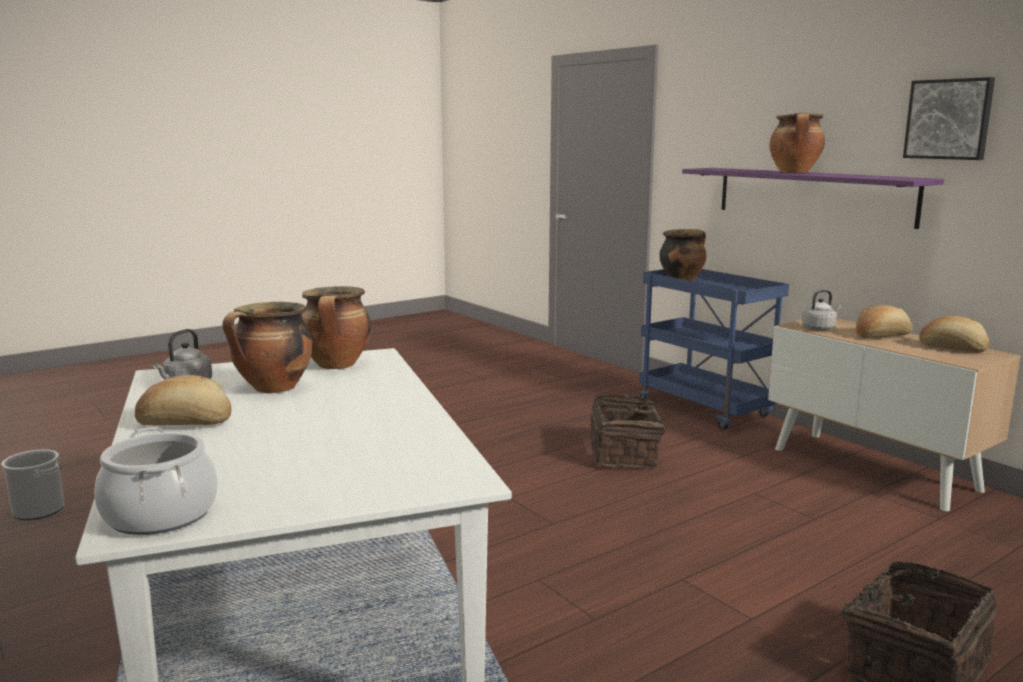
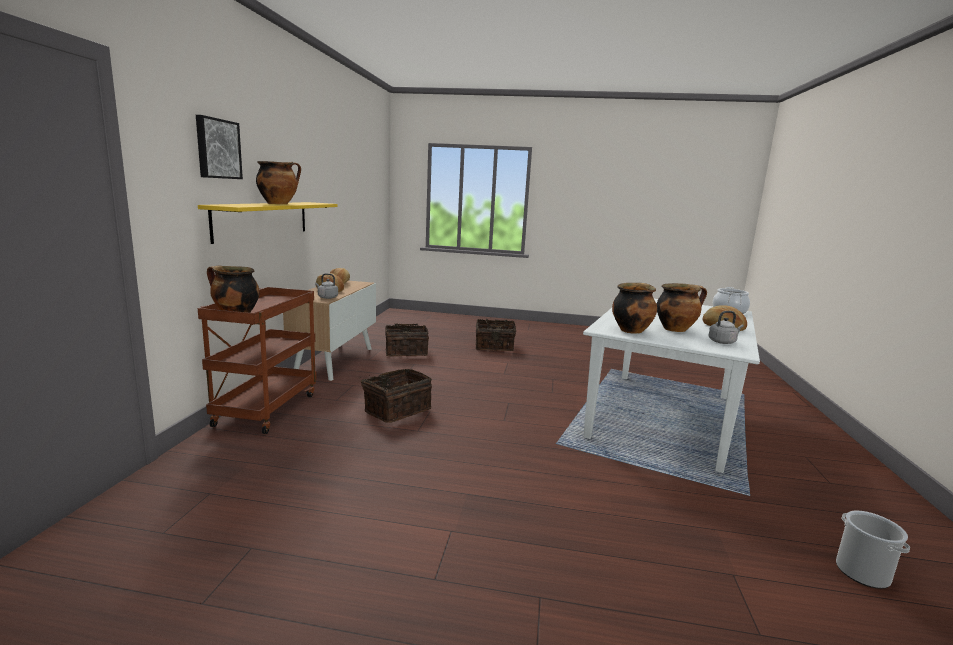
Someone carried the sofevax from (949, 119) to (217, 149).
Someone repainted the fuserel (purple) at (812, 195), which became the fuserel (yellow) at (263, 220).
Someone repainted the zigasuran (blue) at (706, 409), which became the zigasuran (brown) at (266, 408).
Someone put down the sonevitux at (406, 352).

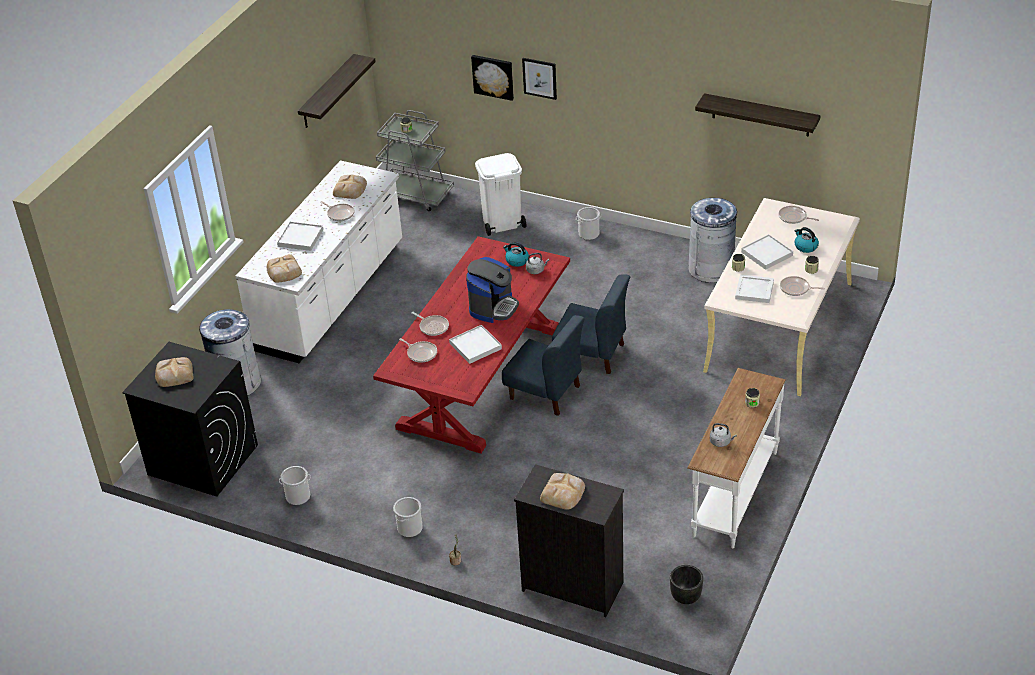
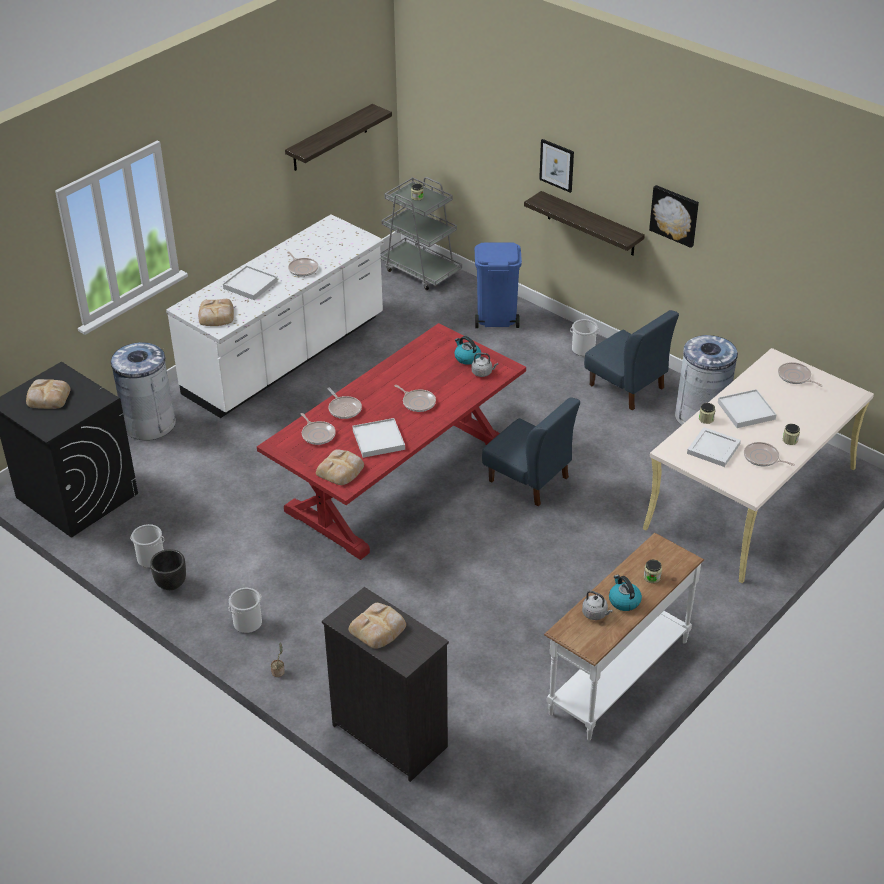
Someone carried the sofevax from (493, 76) to (675, 215).
Someone carried the fuserel from (760, 115) to (591, 224).
Someone repainted the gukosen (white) at (501, 223), which became the gukosen (blue) at (496, 318).
Someone carried the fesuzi from (350, 189) to (341, 470).
Someone carried the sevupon from (805, 246) to (624, 601).
Someone swapped the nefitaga at (493, 307) for the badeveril at (417, 402).
Someone carried the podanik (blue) from (545, 392) to (627, 387).
Someone carried the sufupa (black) from (685, 597) to (171, 583).

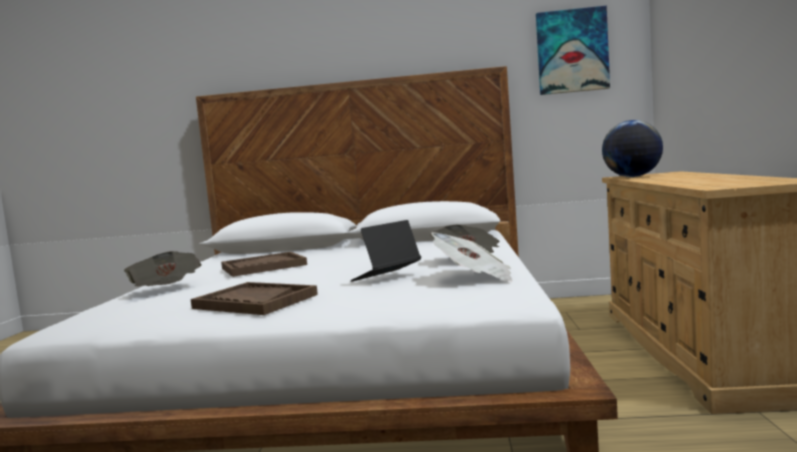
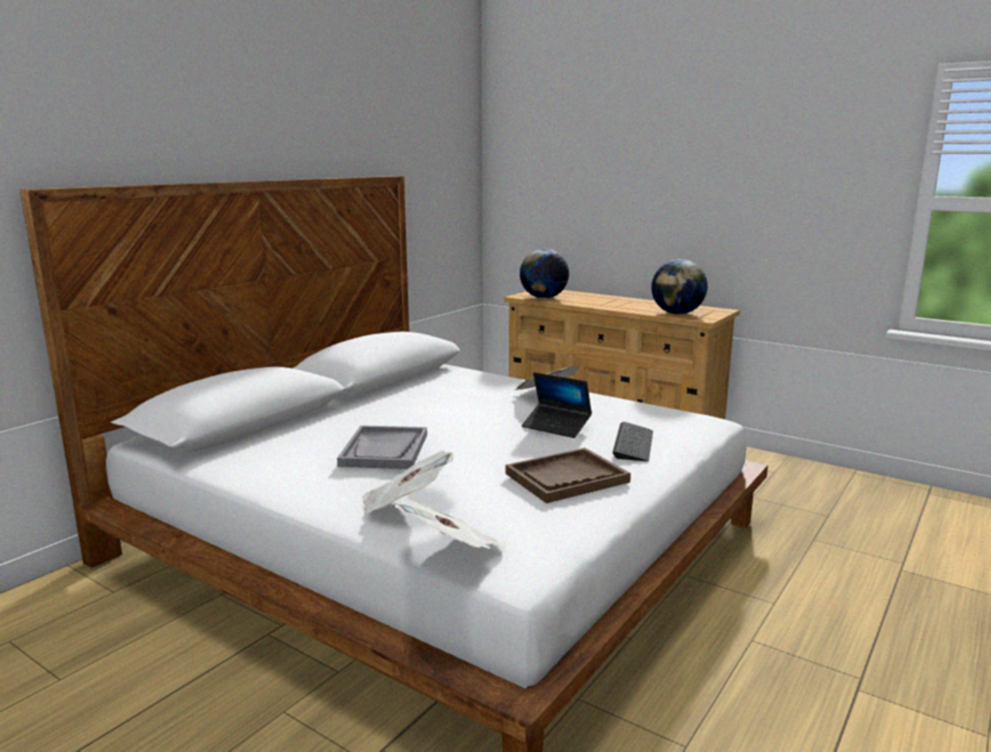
Someone took away the sofevax at (572, 51).
Someone rotated the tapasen at (386, 277) by 45 degrees counterclockwise.
Someone carried the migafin from (475, 278) to (451, 551).
Someone repainted the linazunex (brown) at (263, 267), which became the linazunex (grey) at (384, 450).
Someone put down the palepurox at (677, 313).
Someone put down the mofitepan at (633, 444).

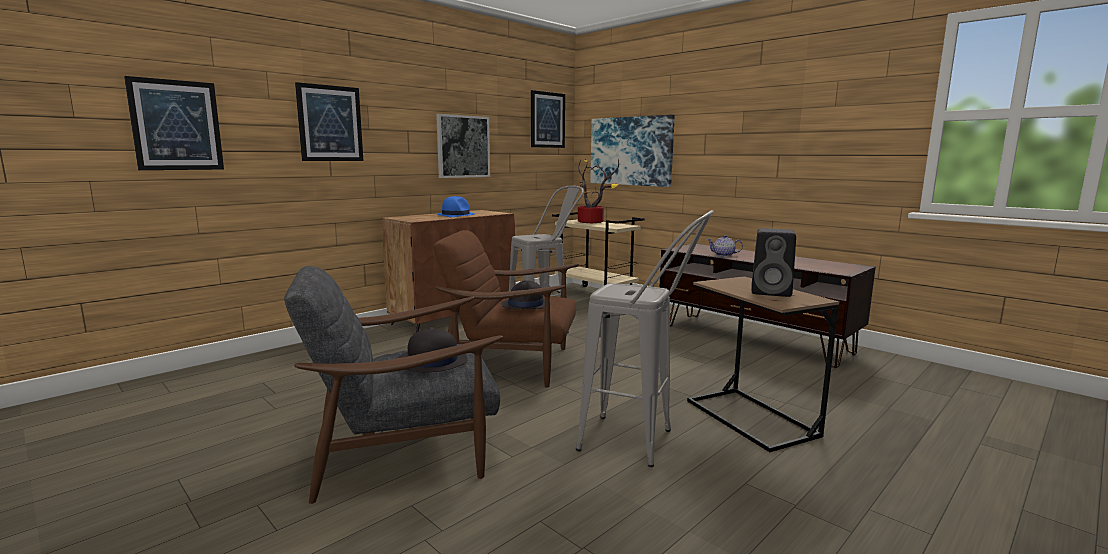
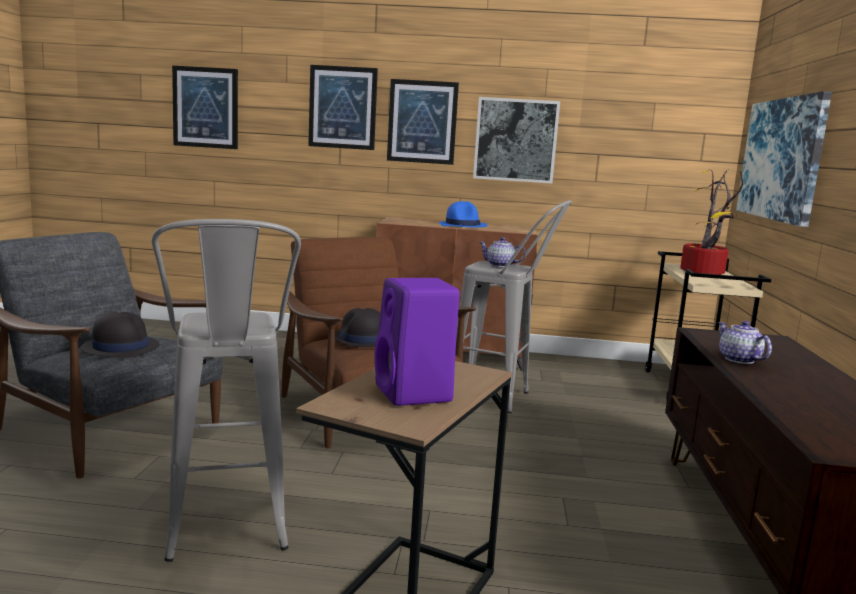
Someone carried the sofevax from (547, 120) to (422, 122).
Someone repainted the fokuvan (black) at (772, 292), which became the fokuvan (purple) at (414, 394).
Someone put down the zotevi at (500, 265).

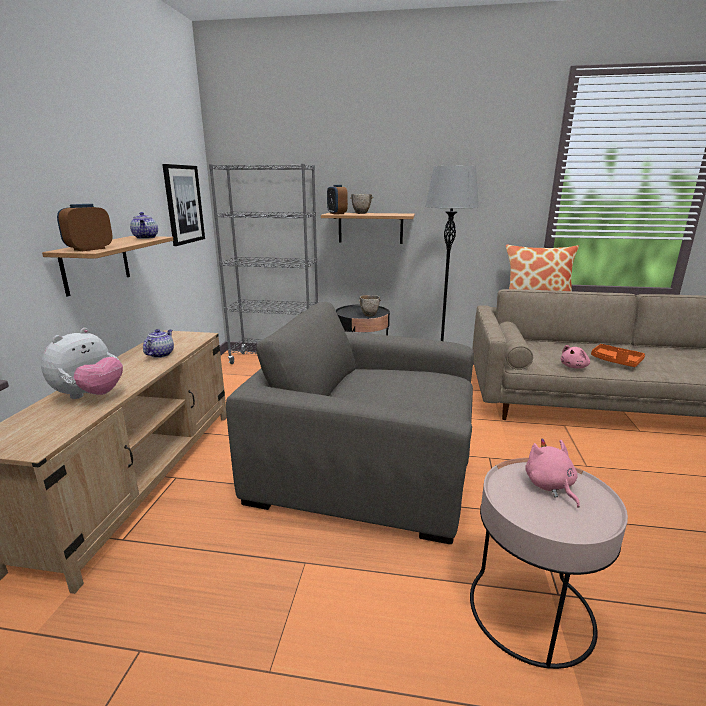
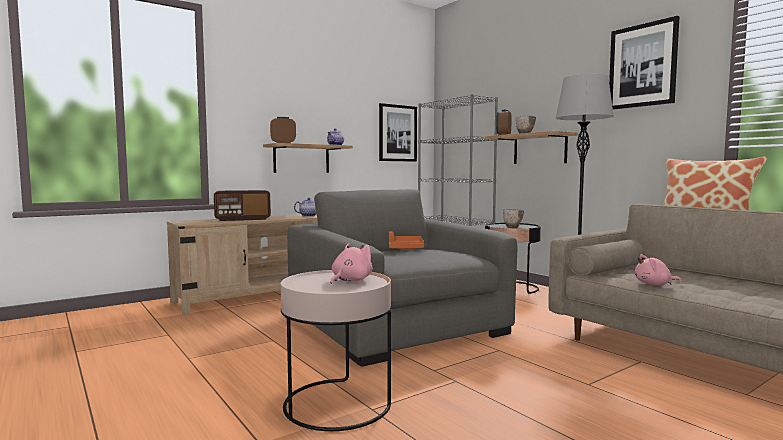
Someone swapped the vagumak at (90, 396) for the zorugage at (243, 219).
Someone carried the linazunex (orange) from (615, 361) to (405, 249).
Someone put up the sofevax at (642, 65).

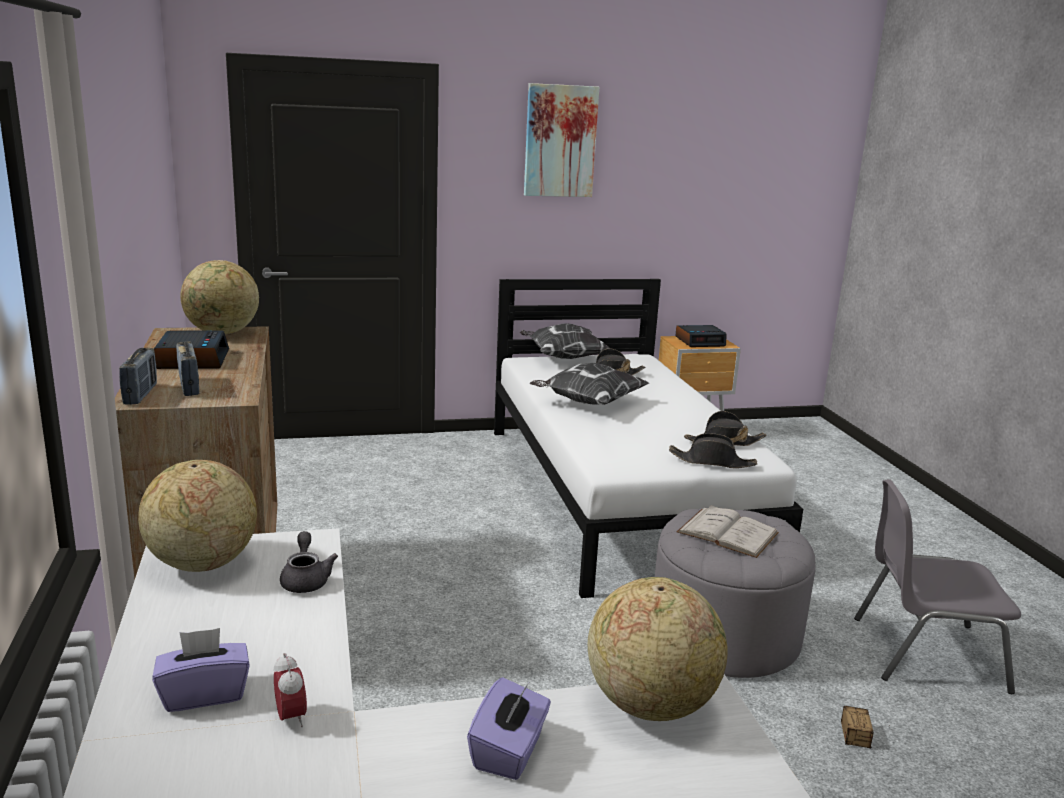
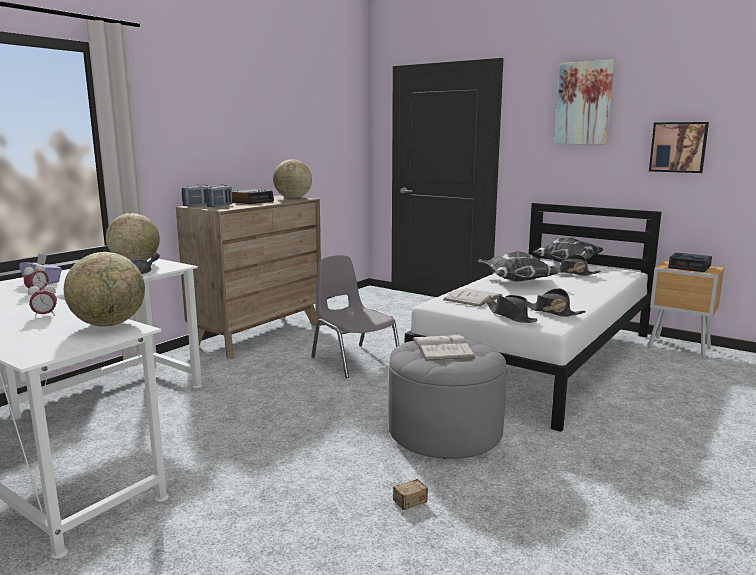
Someone carried the podanik (grey) from (925, 652) to (354, 360).
Someone swapped the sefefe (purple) at (509, 751) for the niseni at (45, 315).
Someone put up the sofevax at (678, 147).
Someone put down the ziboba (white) at (473, 298).

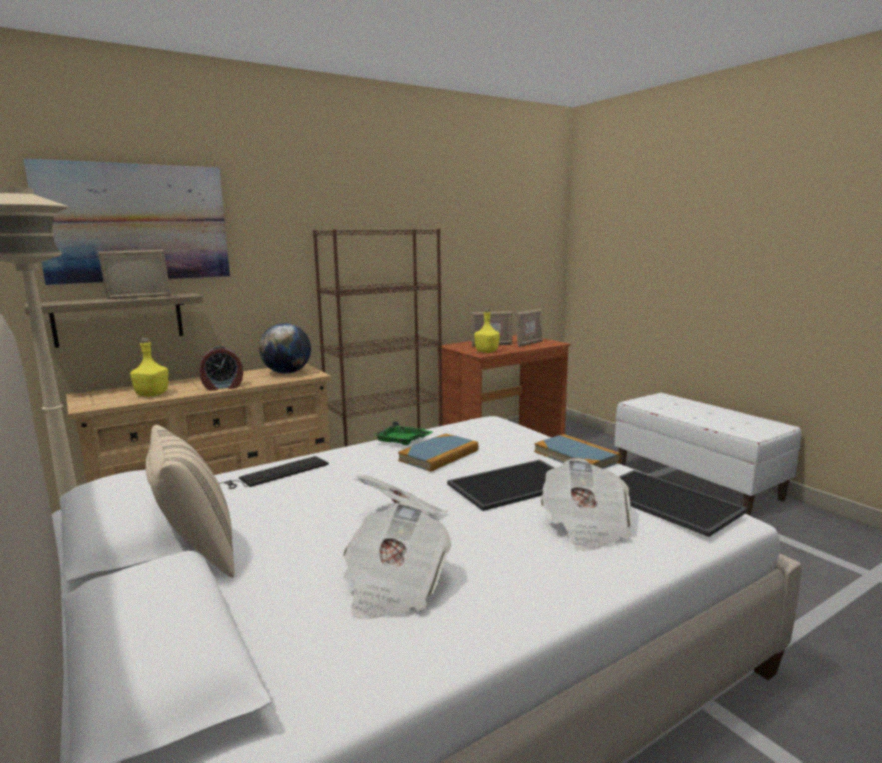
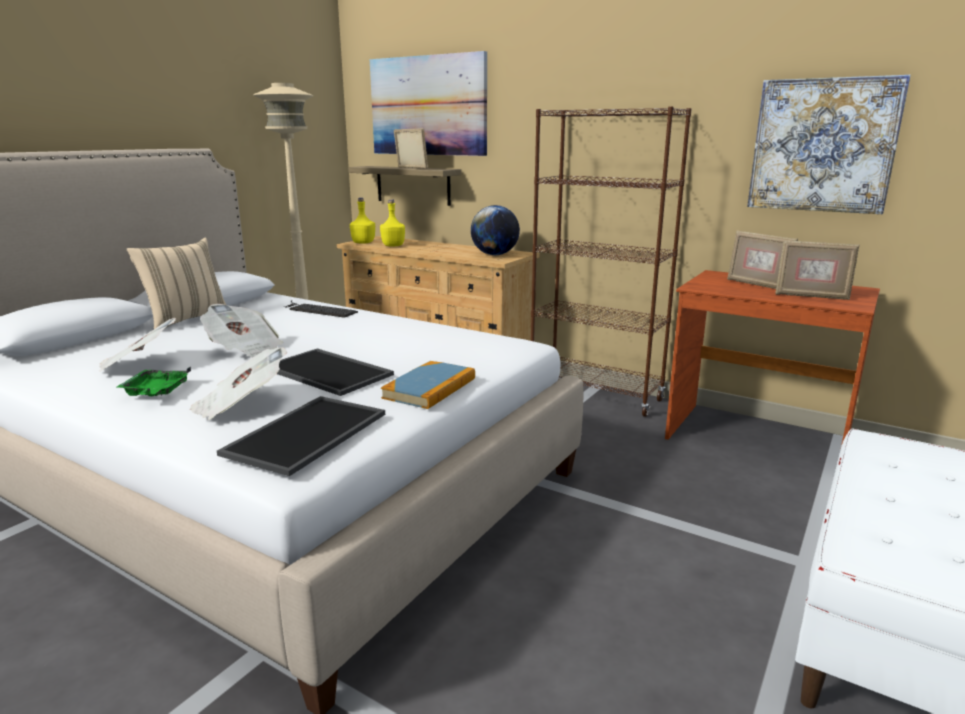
Someone carried the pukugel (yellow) from (486, 351) to (363, 242).
Someone took away the niseni at (223, 387).
Someone carried the linazunex (green) from (402, 441) to (156, 392).
Someone took away the ziboba at (439, 455).
Someone put up the sofevax at (823, 145).

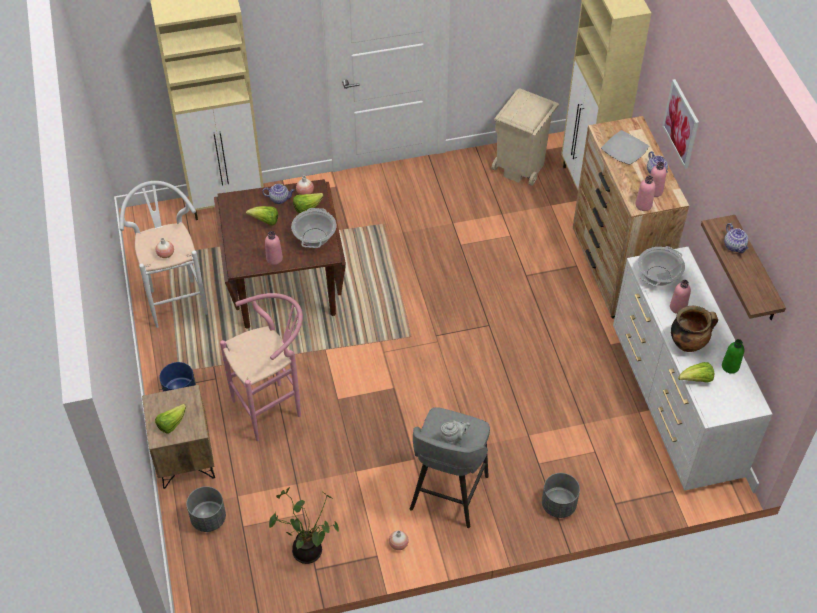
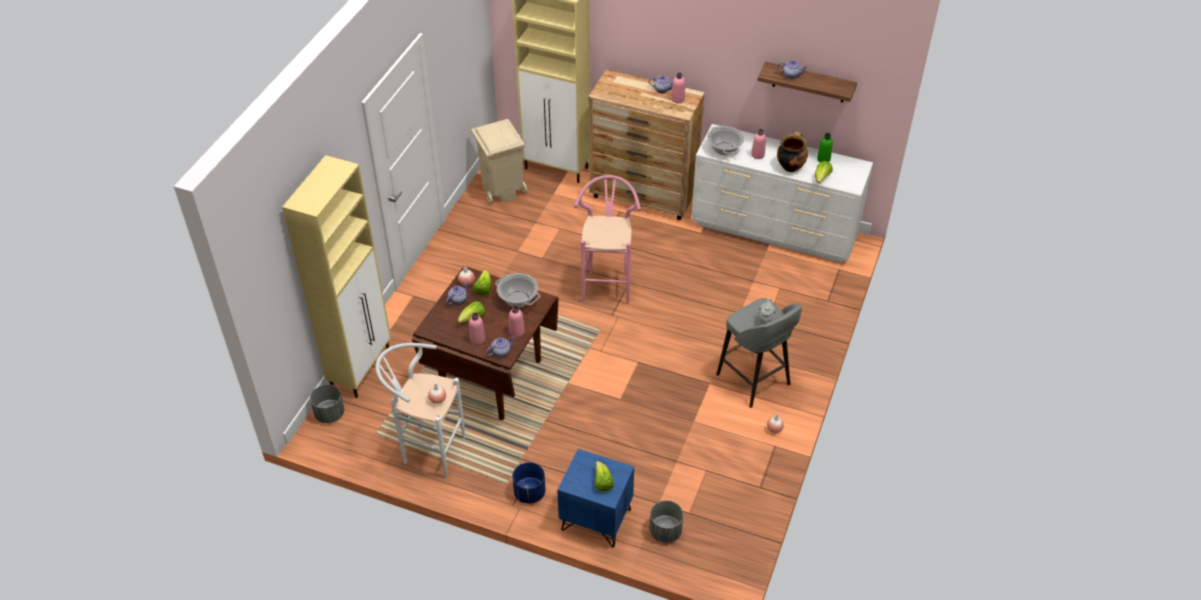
Someone took away the sofevax at (681, 123).
Someone took away the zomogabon at (624, 149).
Someone carried the pukugel (pink) from (643, 205) to (477, 339).
Someone carried the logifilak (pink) from (273, 407) to (607, 283).
Someone repainted the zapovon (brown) at (184, 458), which became the zapovon (blue) at (595, 520).
Someone carried the sufupa (grey) from (558, 505) to (329, 414).
Someone took away the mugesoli at (308, 549).
Someone put down the zotevi at (501, 352).

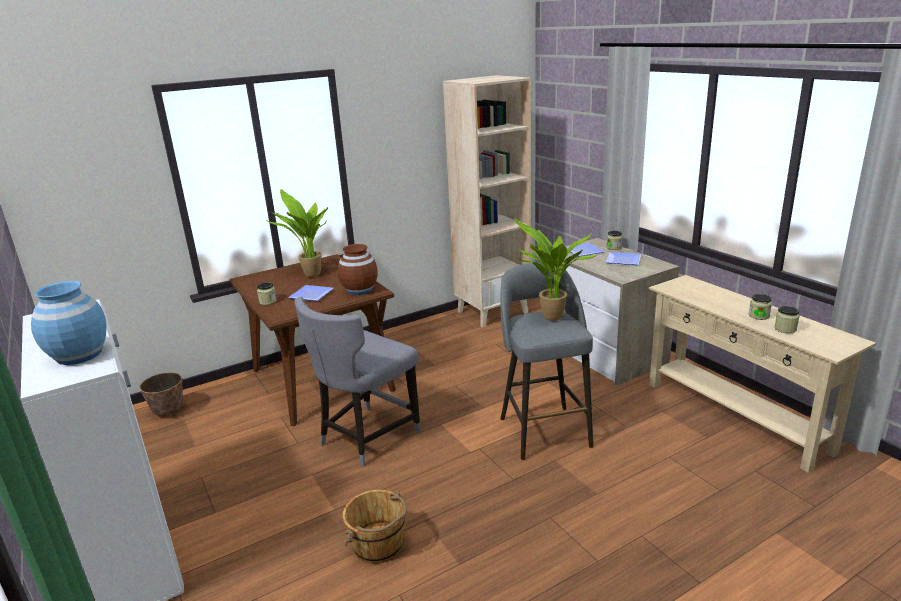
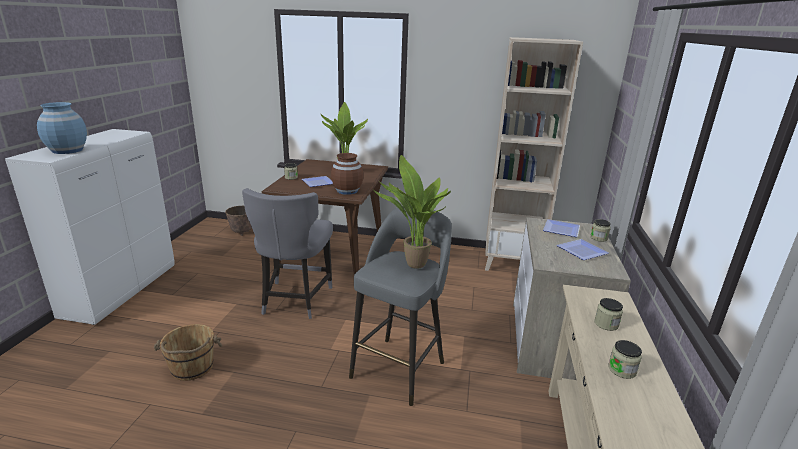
Someone rotated the podanik (grey) at (366, 438) by 75 degrees counterclockwise.
Someone carried the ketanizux from (785, 329) to (606, 324).

